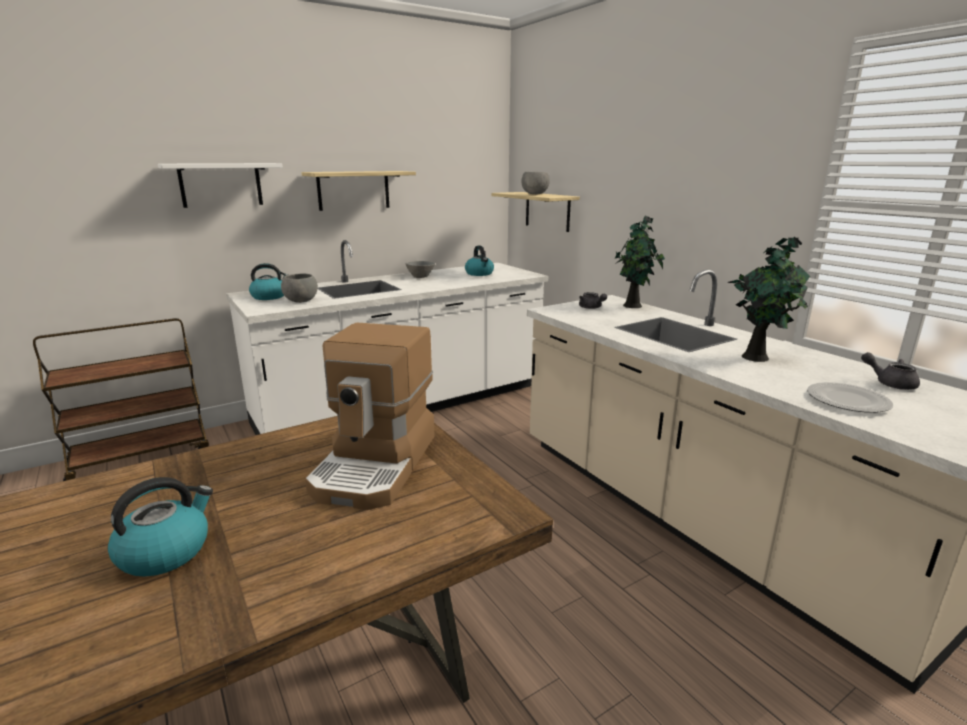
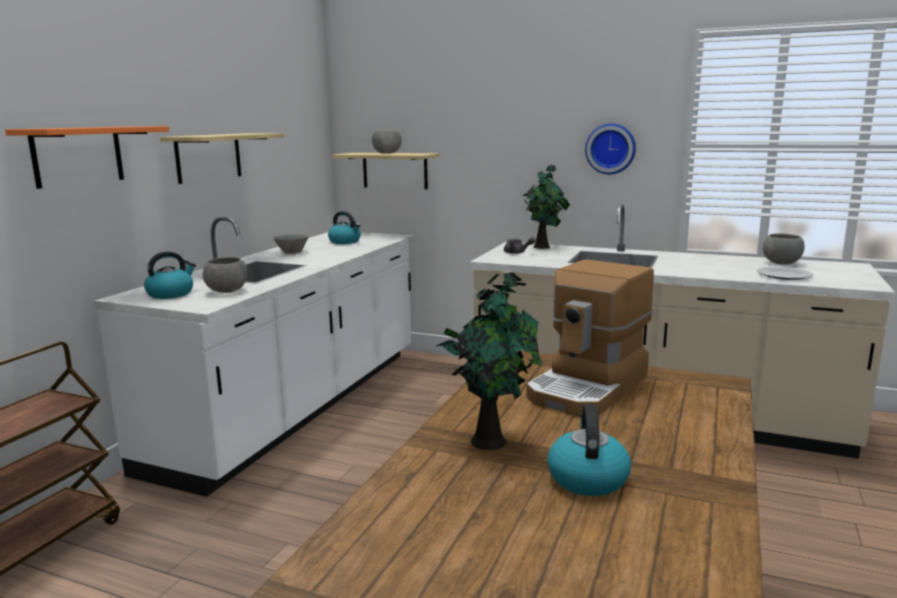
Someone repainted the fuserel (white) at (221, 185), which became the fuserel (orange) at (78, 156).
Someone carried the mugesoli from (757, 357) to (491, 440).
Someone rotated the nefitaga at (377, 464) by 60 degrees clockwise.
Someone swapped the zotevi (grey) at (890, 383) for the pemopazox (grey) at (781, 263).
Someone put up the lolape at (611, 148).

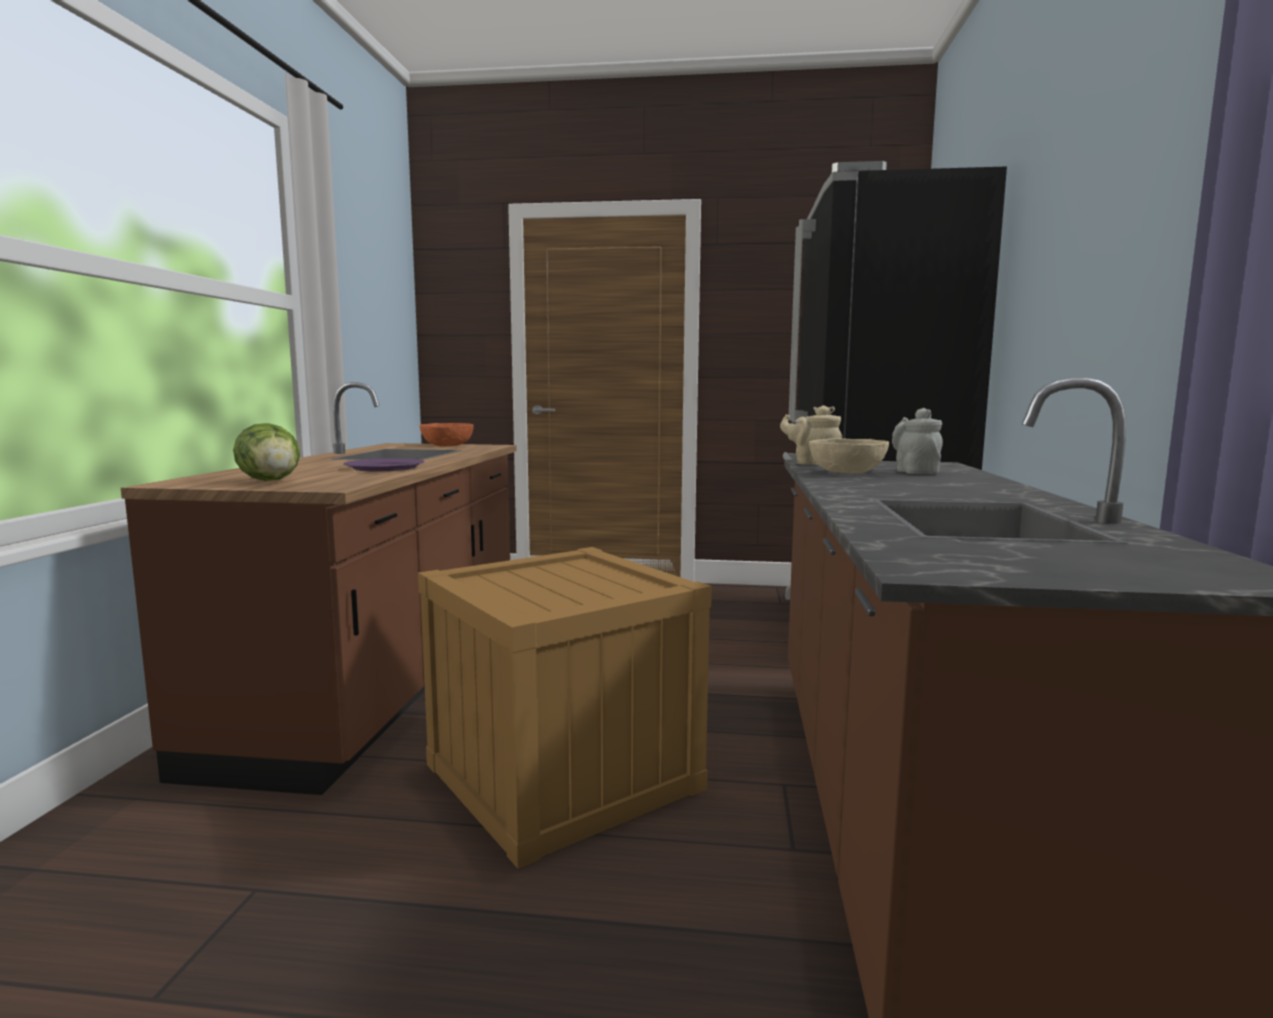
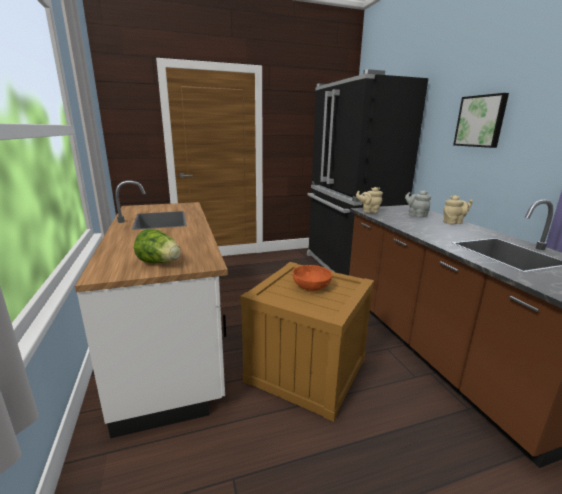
Someone repainted the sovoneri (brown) at (384, 682), which became the sovoneri (white) at (172, 339).
Someone carried the pemopazox (orange) from (447, 445) to (311, 287).
Someone took away the pemopazox (beige) at (847, 472).
Someone took away the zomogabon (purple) at (385, 468).
Someone put up the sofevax at (481, 121).
Someone put down the zotevi (beige) at (454, 222).

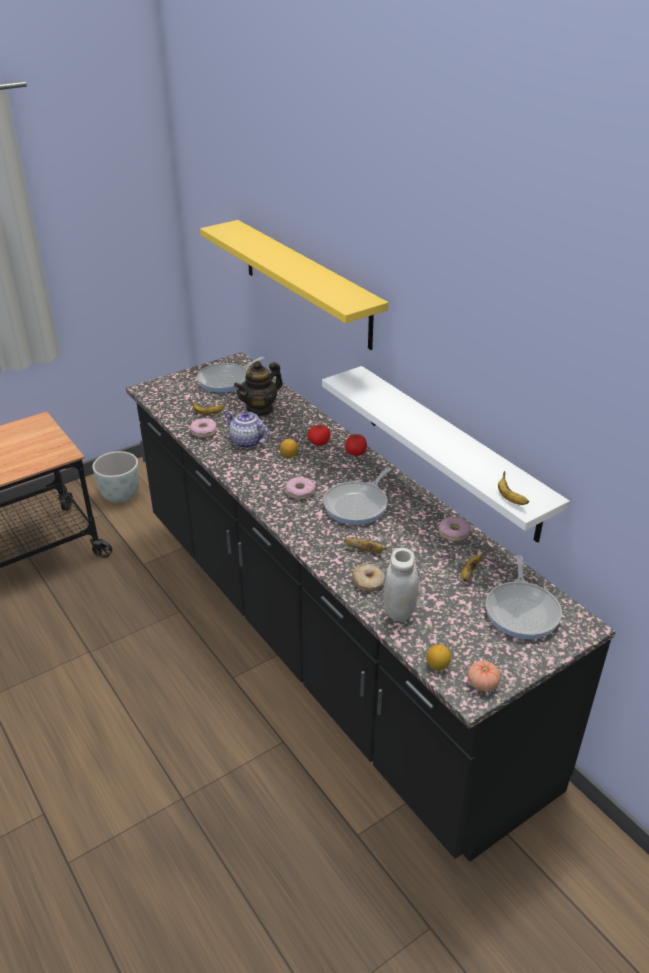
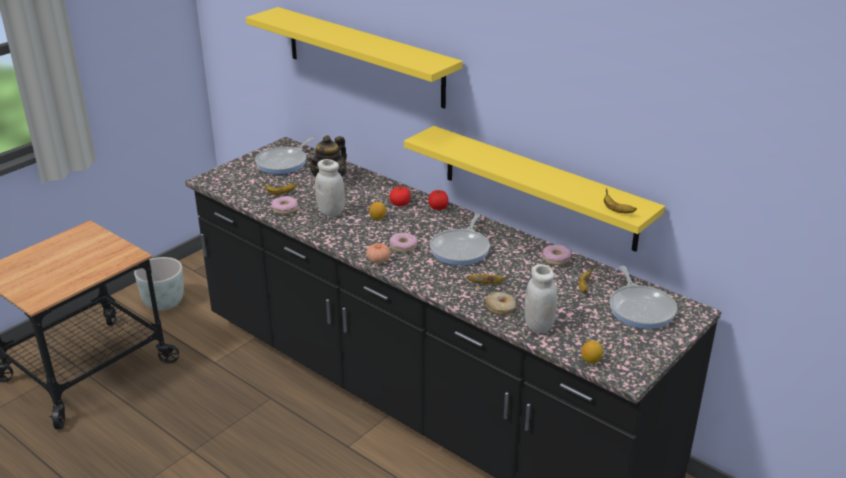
Someone repainted the fuserel (white) at (450, 451), which became the fuserel (yellow) at (538, 187).
Someone swapped the zotevi at (246, 441) for the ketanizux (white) at (331, 212).
Someone carried the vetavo from (482, 683) to (378, 260).

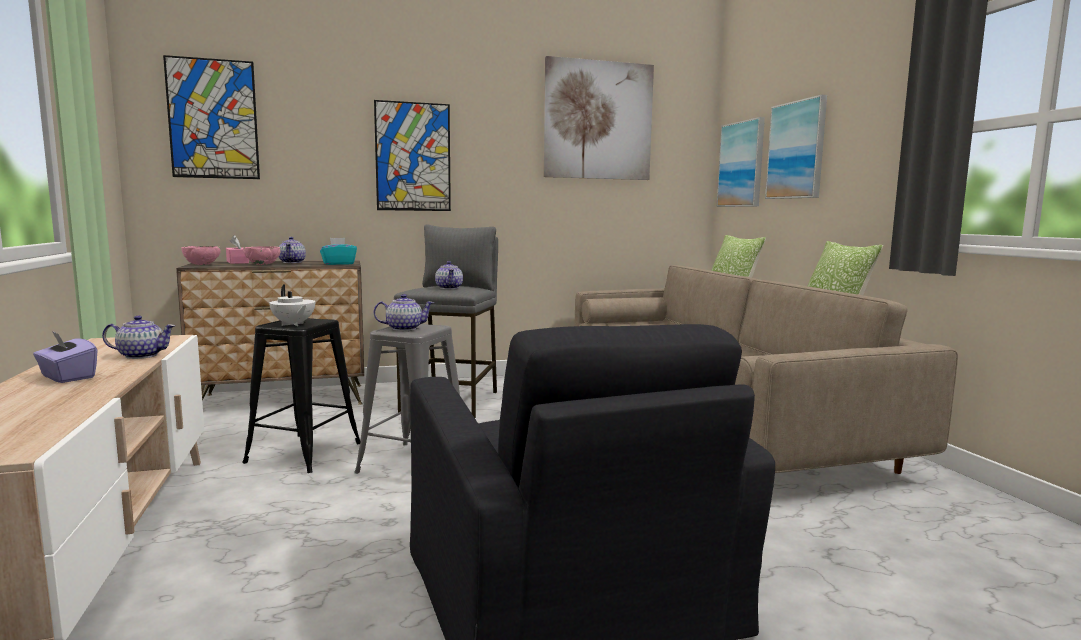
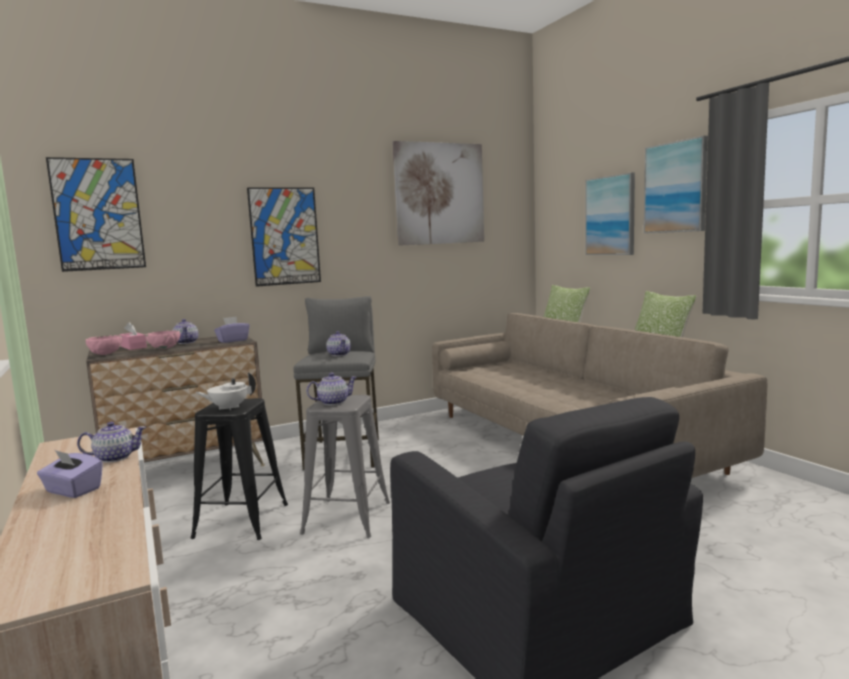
Someone carried the sofevax from (741, 164) to (675, 187).
Someone repainted the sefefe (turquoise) at (338, 264), which became the sefefe (purple) at (232, 340).
Someone rotated the zotevi (white) at (293, 324) by 120 degrees clockwise.

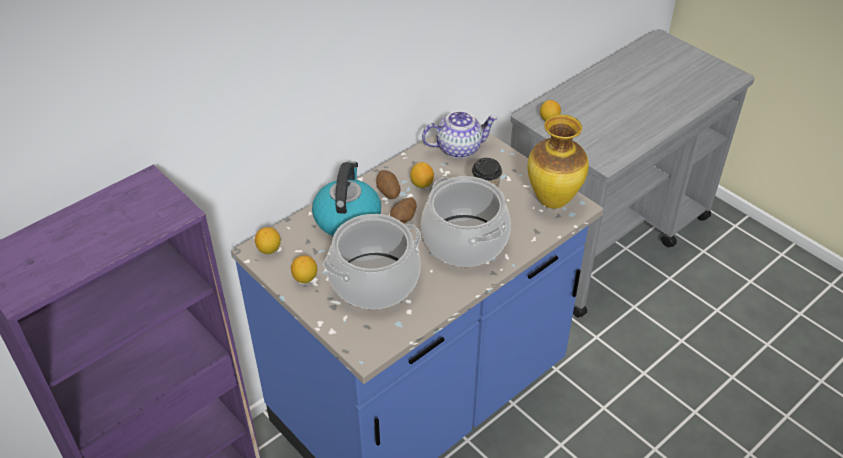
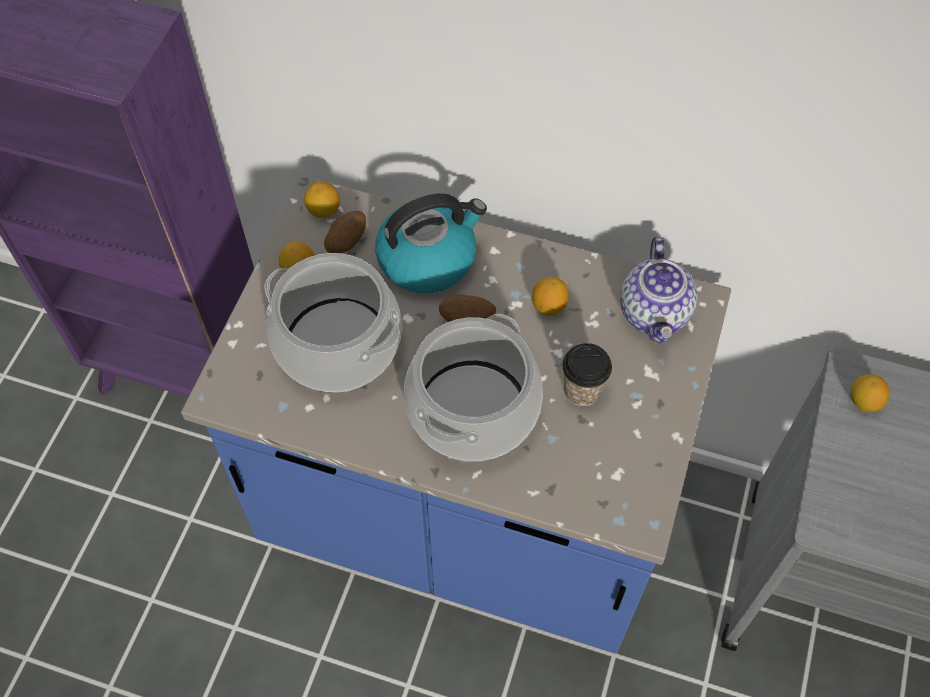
Someone rotated the zotevi at (459, 148) by 45 degrees clockwise.
Someone took away the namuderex at (552, 201).
Someone carried the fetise from (388, 193) to (346, 242).

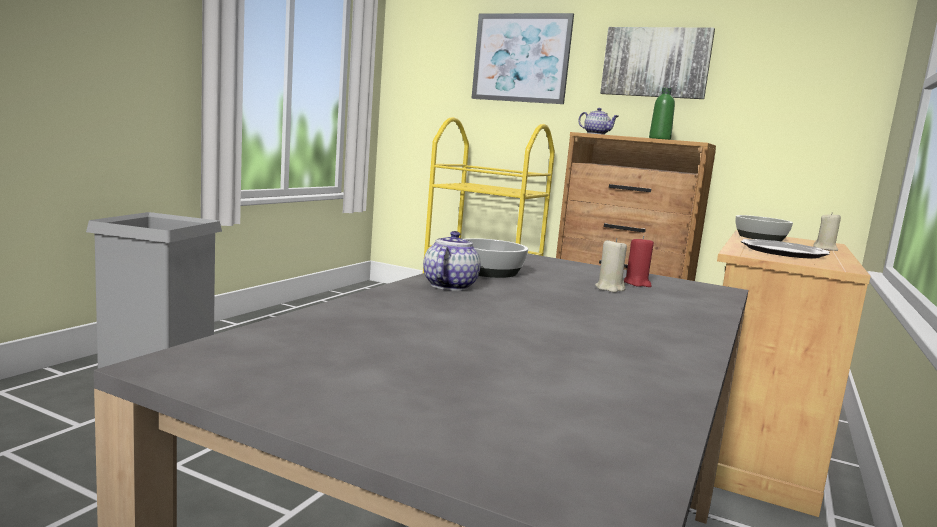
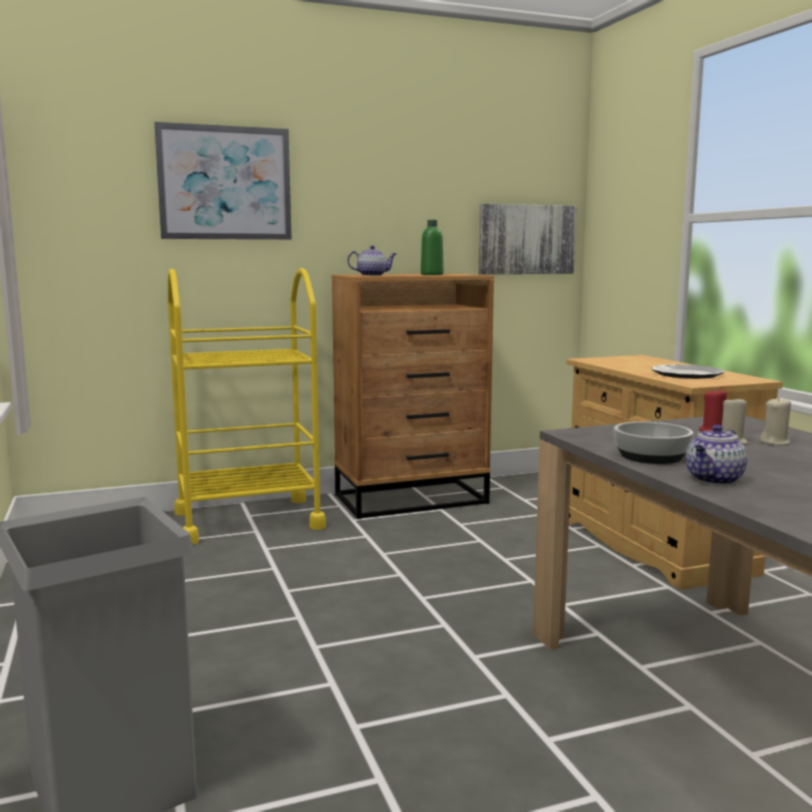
Someone carried the sofevax from (655, 62) to (526, 239).
Someone carried the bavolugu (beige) from (825, 249) to (775, 442).
Someone took away the pemopazox at (760, 238).
Someone rotated the zotevi at (449, 285) by 105 degrees counterclockwise.

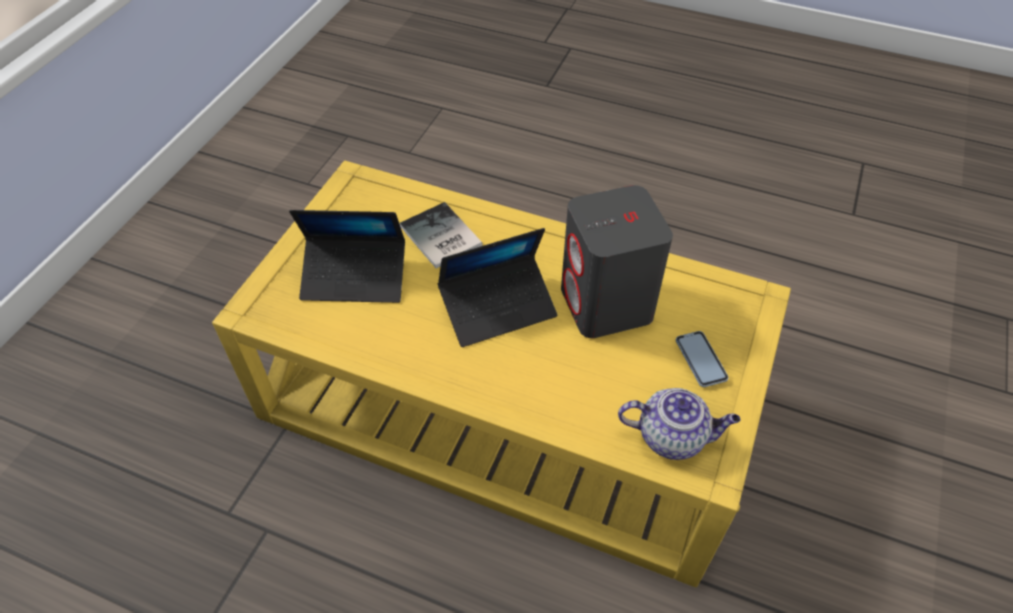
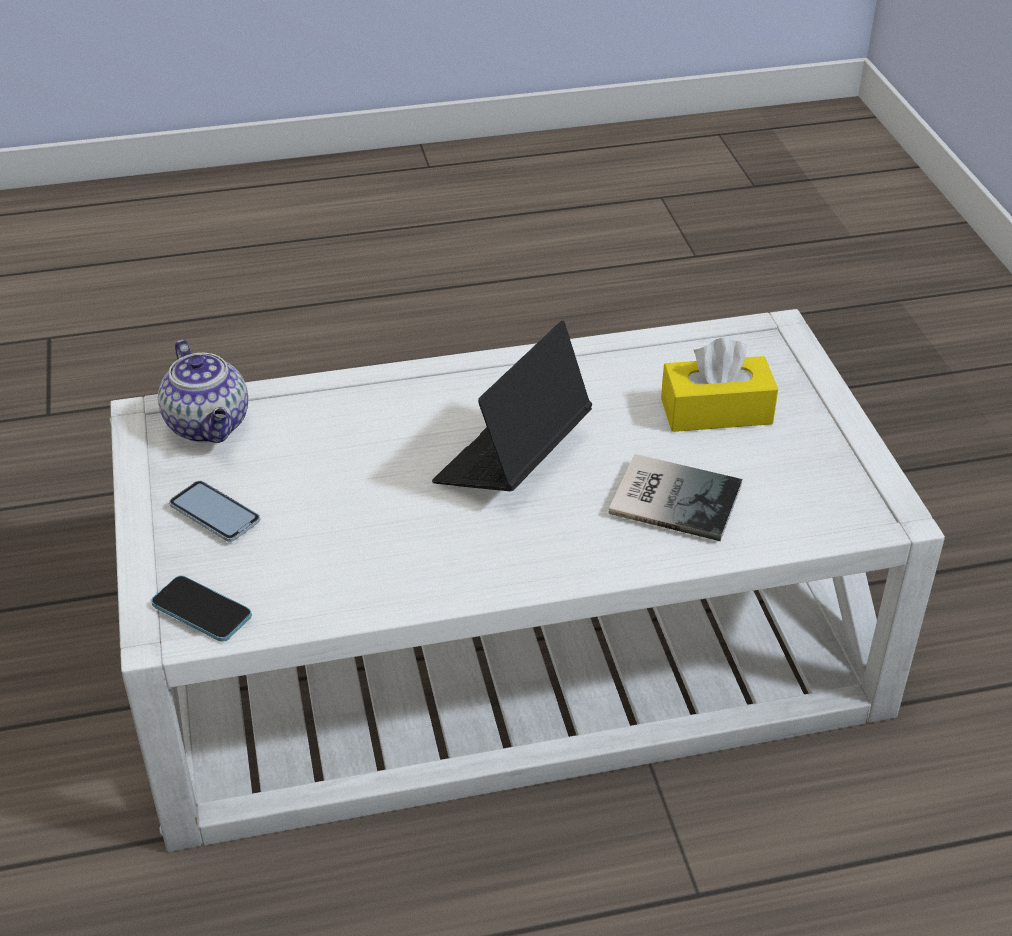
Someone repainted the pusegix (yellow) at (507, 399), which became the pusegix (white) at (506, 649).
Someone took away the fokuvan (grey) at (606, 304).
Someone swapped the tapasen at (355, 277) for the sefefe (yellow) at (716, 411).
Someone rotated the zotevi at (673, 436) by 90 degrees counterclockwise.
Someone put down the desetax at (201, 611).

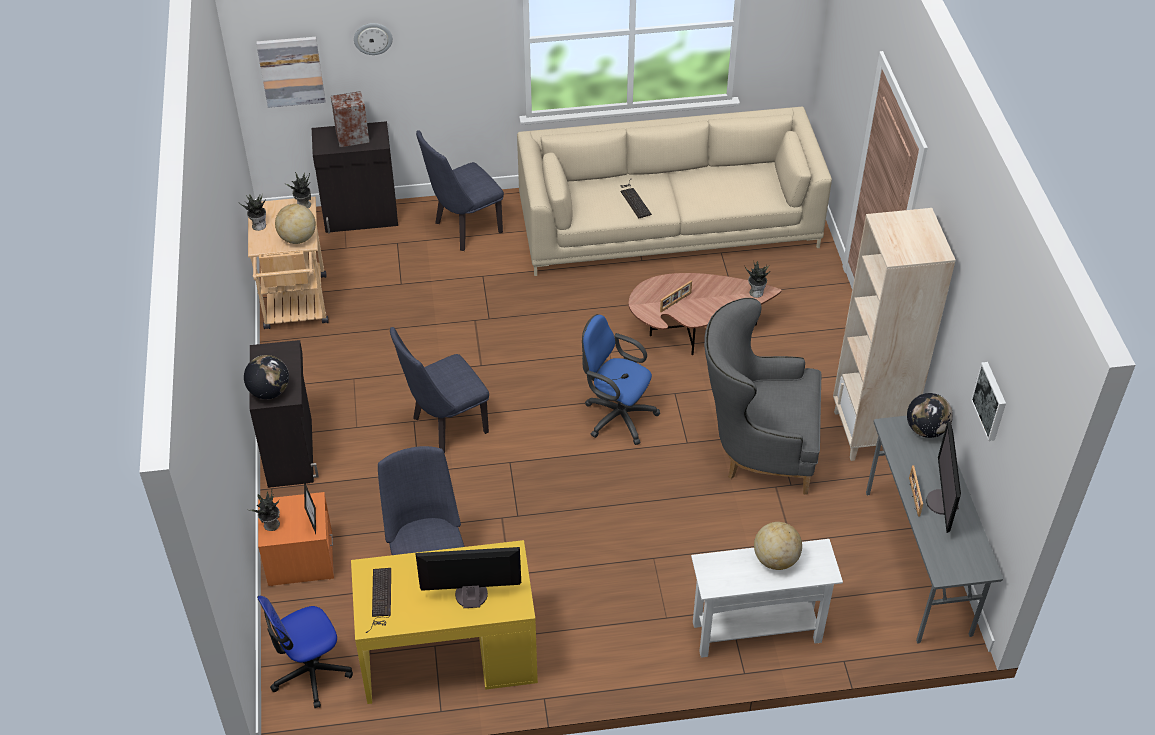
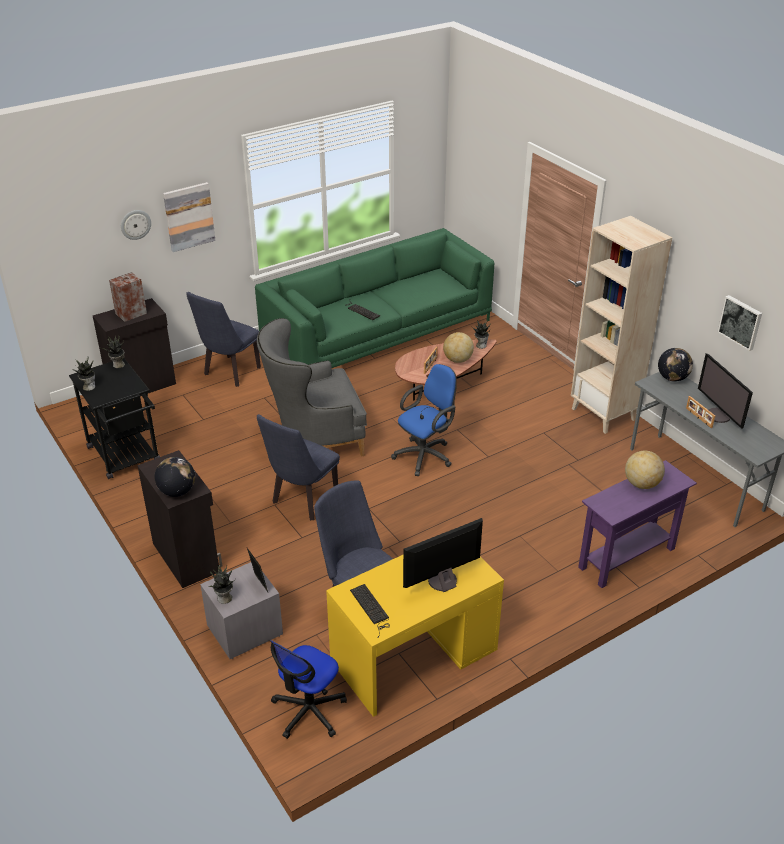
Someone carried the sofevax from (291, 71) to (189, 216).
Someone repainted the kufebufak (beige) at (668, 225), which became the kufebufak (green) at (378, 333).
Someone repainted the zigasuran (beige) at (296, 307), which became the zigasuran (black) at (126, 457).
Someone carried the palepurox from (297, 238) to (457, 360).
Someone carried the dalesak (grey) from (757, 448) to (314, 439).
Someone rotated the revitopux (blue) at (616, 416) by 135 degrees clockwise.
Someone repainted the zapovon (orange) at (300, 559), which became the zapovon (grey) at (244, 630).
Someone repainted the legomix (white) at (756, 632), which became the legomix (purple) at (626, 558).

